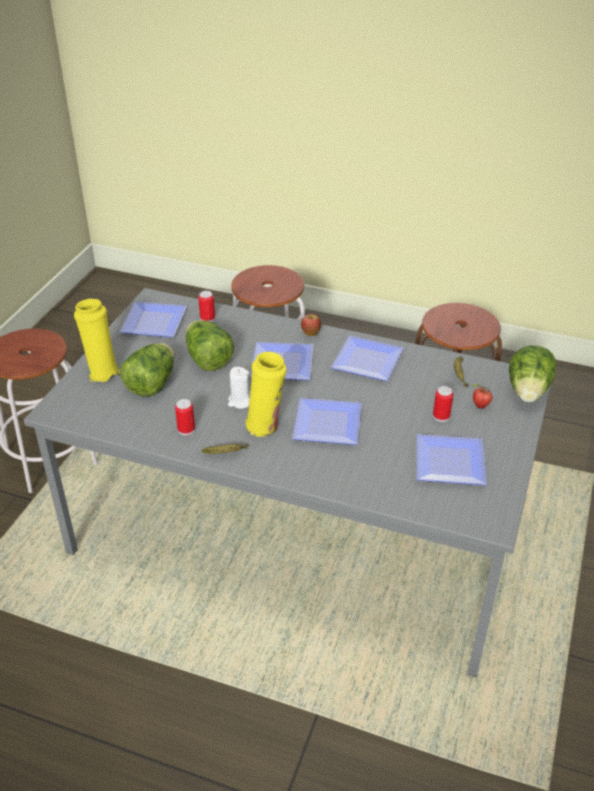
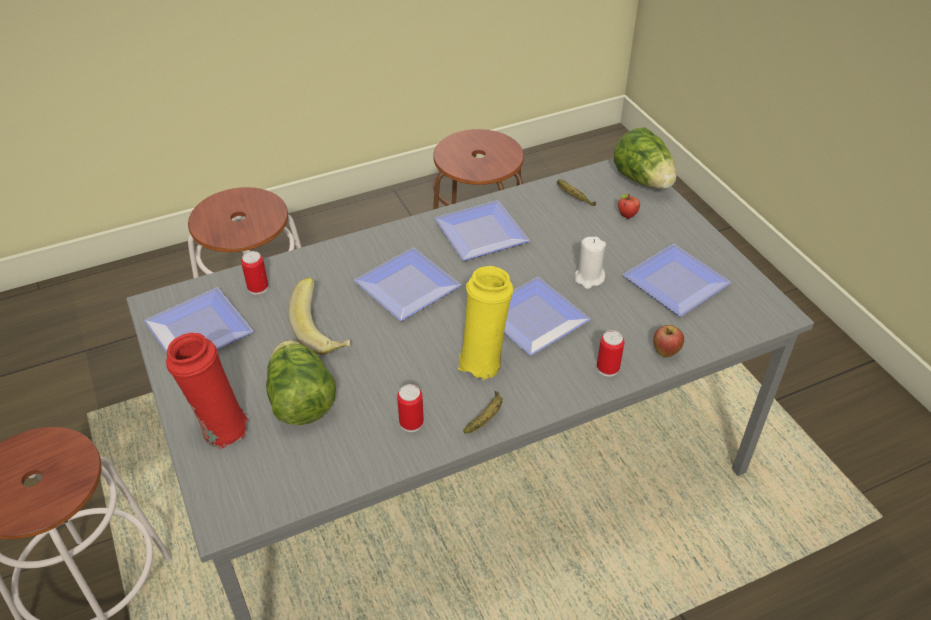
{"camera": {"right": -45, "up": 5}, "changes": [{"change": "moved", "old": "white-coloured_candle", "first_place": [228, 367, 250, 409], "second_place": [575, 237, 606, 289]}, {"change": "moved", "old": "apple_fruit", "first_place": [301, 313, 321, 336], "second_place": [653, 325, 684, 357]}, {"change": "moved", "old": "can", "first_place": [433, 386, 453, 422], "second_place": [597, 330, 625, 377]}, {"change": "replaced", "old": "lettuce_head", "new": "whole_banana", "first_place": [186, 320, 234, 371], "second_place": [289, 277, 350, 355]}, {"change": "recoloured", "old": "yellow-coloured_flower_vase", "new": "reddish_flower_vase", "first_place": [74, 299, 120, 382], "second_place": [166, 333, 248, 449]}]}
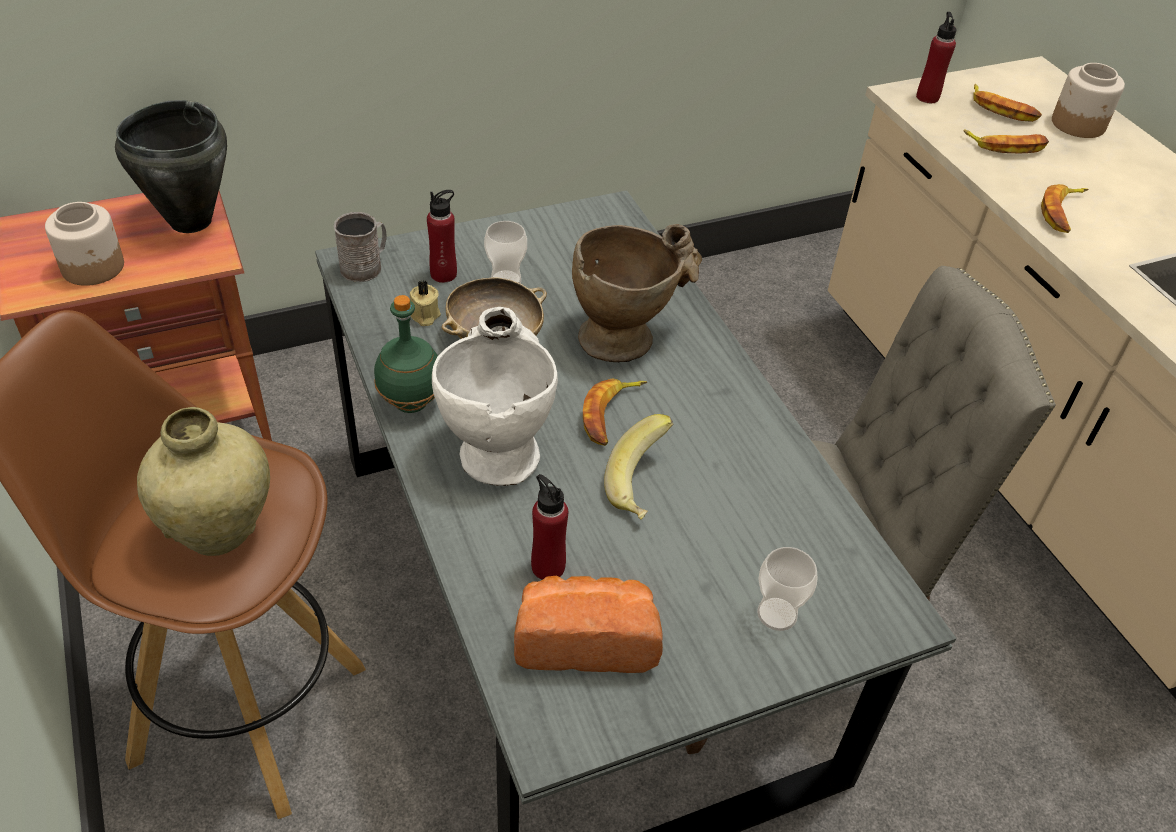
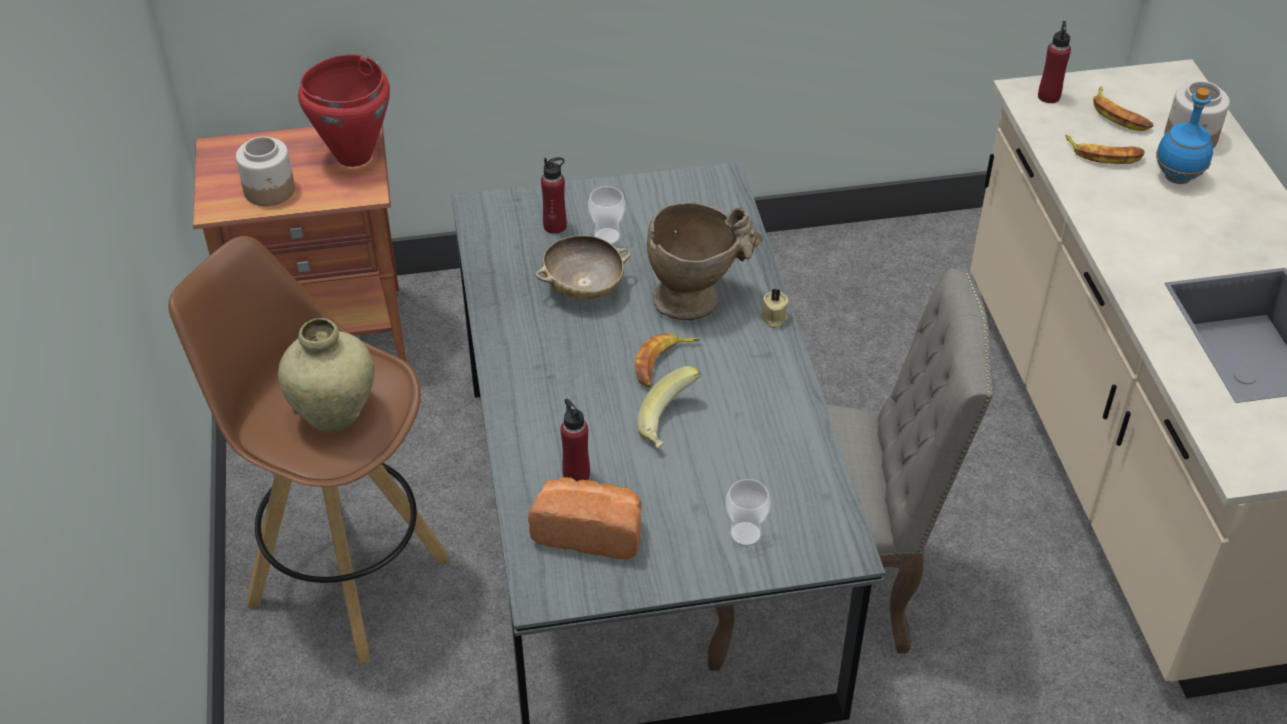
{"camera": {"right": 15, "up": 0}, "changes": [{"change": "removed", "old": "gray_tea_mug", "first_place": [334, 212, 387, 282]}, {"change": "removed", "old": "green-coloured_beverage_bottle", "first_place": [374, 295, 438, 413]}, {"change": "removed", "old": "white-coloured_flower_vase", "first_place": [432, 307, 558, 486]}, {"change": "removed", "old": "whole_banana", "first_place": [1041, 184, 1089, 233]}, {"change": "added", "new": "bluish_beverage_bottle", "second_place": [1156, 88, 1213, 184]}, {"change": "moved", "old": "beige_candle", "first_place": [410, 280, 441, 326], "second_place": [760, 289, 788, 328]}, {"change": "recoloured", "old": "black-coloured_stockpot", "new": "reddish_stockpot", "first_place": [115, 100, 227, 233], "second_place": [298, 54, 390, 167]}]}
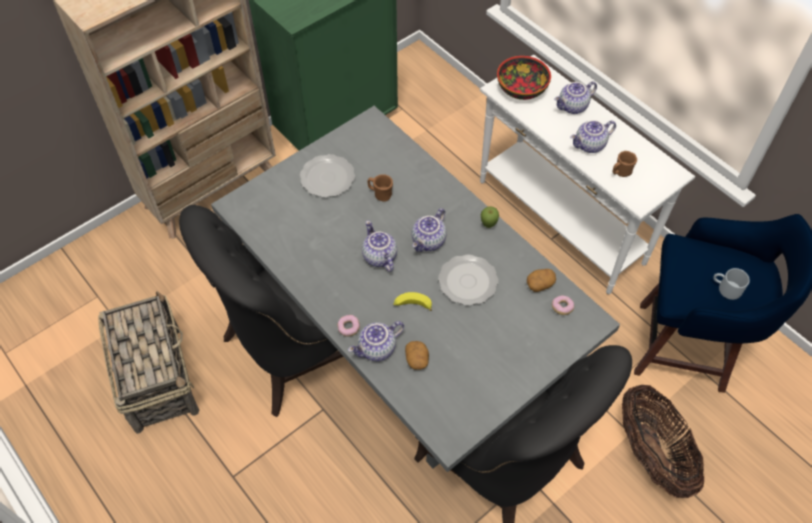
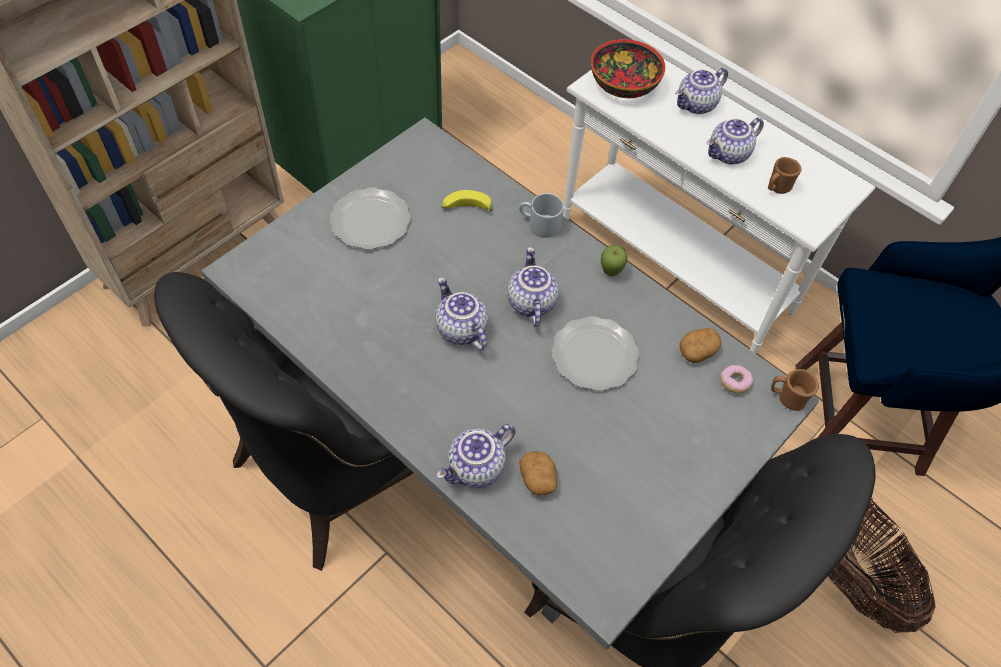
{"camera": {"right": -10, "up": 0}, "changes": [{"change": "removed", "old": "household_basket", "first_place": [98, 291, 199, 434]}, {"change": "removed", "old": "doughnut", "first_place": [337, 315, 360, 336]}, {"change": "moved", "old": "brownish_tea_mug", "first_place": [367, 174, 393, 201], "second_place": [771, 369, 819, 411]}, {"change": "moved", "old": "whole_banana", "first_place": [393, 292, 432, 311], "second_place": [441, 190, 492, 211]}, {"change": "moved", "old": "gray_tea_mug", "first_place": [713, 268, 750, 300], "second_place": [519, 193, 564, 238]}, {"change": "turned", "old": "teapot", "first_place": [411, 208, 447, 252], "second_place": [507, 247, 559, 326], "degrees": 150}]}
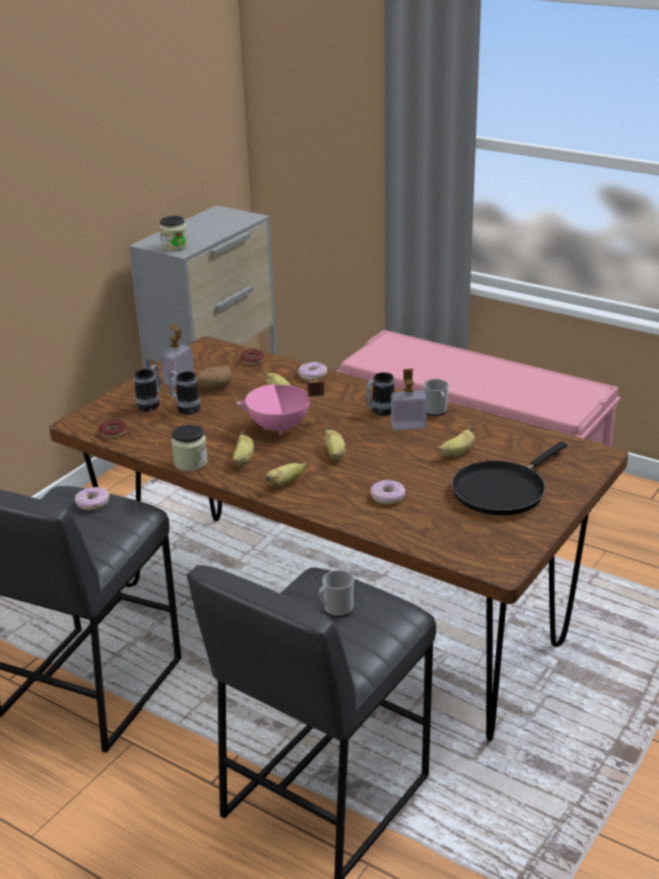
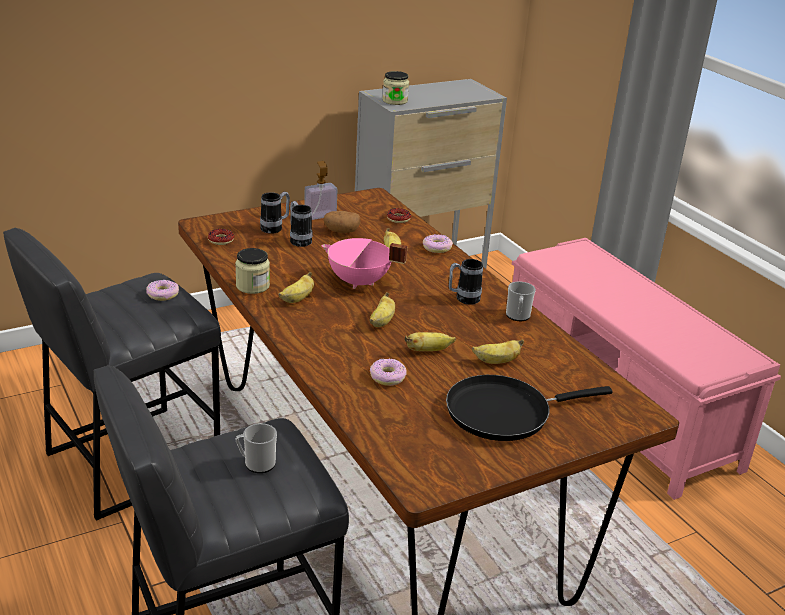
{"camera": {"right": 25, "up": 0}, "changes": [{"change": "removed", "old": "soap_dispenser", "first_place": [391, 368, 427, 431]}, {"change": "moved", "old": "whole_banana", "first_place": [266, 463, 307, 487], "second_place": [404, 332, 456, 351]}]}
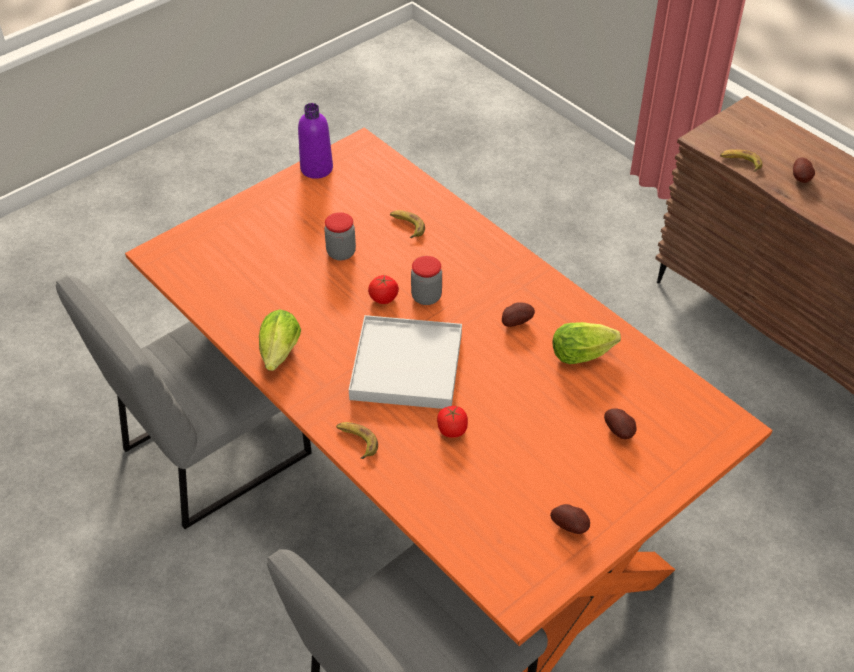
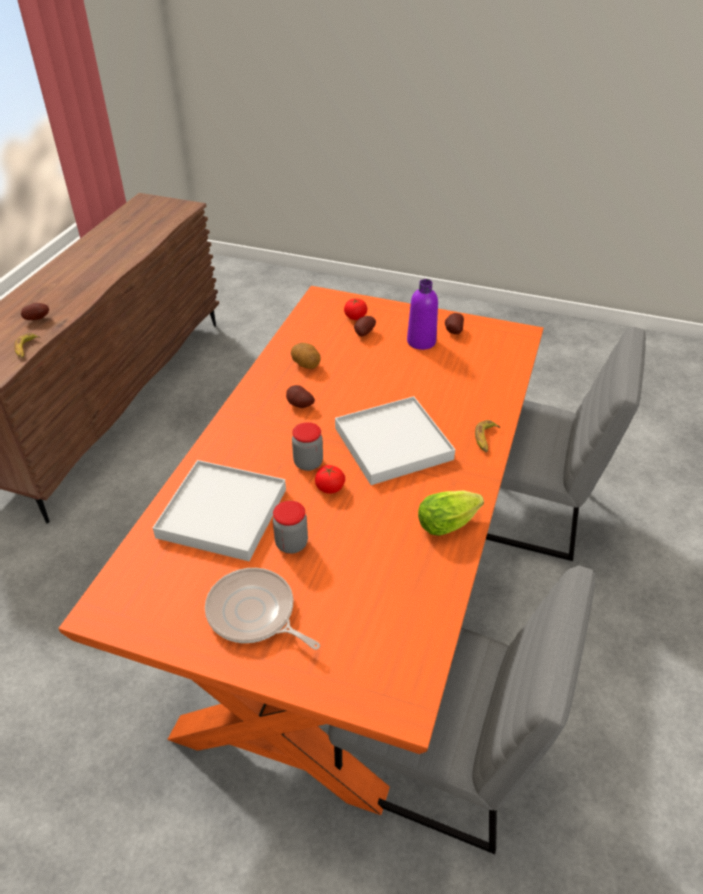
{"camera": {"right": -120, "up": -5}, "changes": [{"change": "added", "new": "frying_pan", "second_place": [205, 568, 320, 650]}, {"change": "moved", "old": "purplish_beverage_bottle", "first_place": [298, 103, 333, 179], "second_place": [407, 279, 438, 350]}, {"change": "moved", "old": "fresh_tomato", "first_place": [437, 406, 468, 438], "second_place": [344, 299, 367, 320]}, {"change": "replaced", "old": "whole_banana", "new": "white-coloured_tray", "first_place": [390, 210, 425, 238], "second_place": [153, 460, 286, 561]}, {"change": "replaced", "old": "lettuce_head", "new": "whole_potato", "first_place": [552, 322, 621, 364], "second_place": [291, 343, 321, 369]}]}
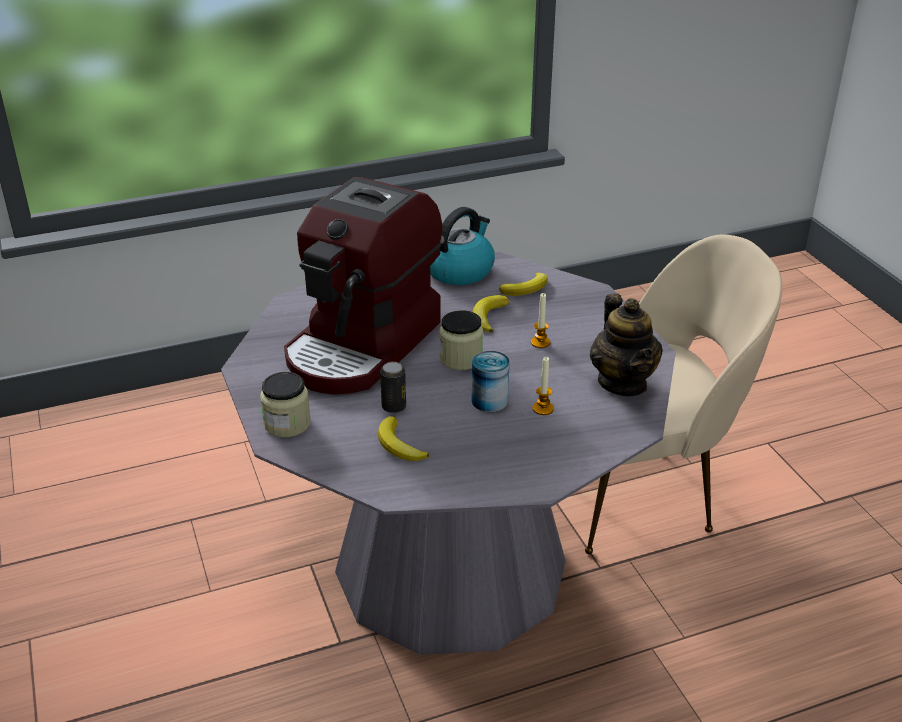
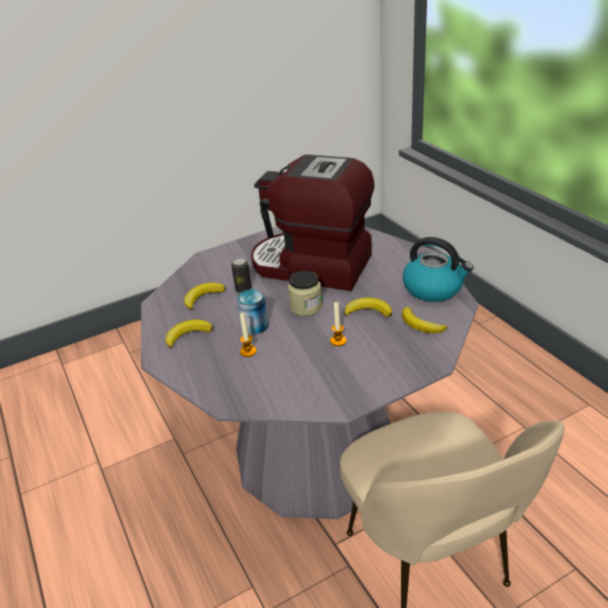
{"camera": {"right": 85, "up": 0}, "changes": [{"change": "removed", "old": "jar", "first_place": [260, 372, 311, 437]}, {"change": "removed", "old": "teapot", "first_place": [590, 293, 663, 396]}, {"change": "added", "new": "whole_banana", "second_place": [165, 319, 213, 349]}]}
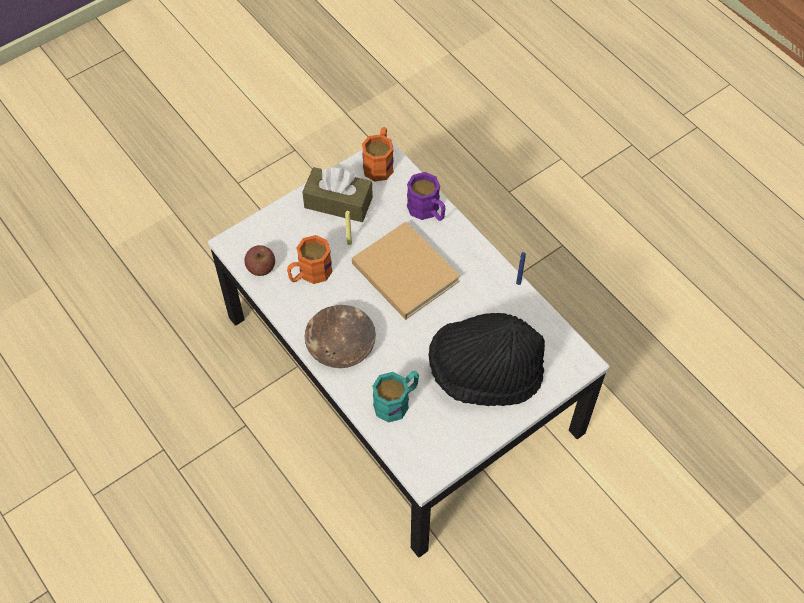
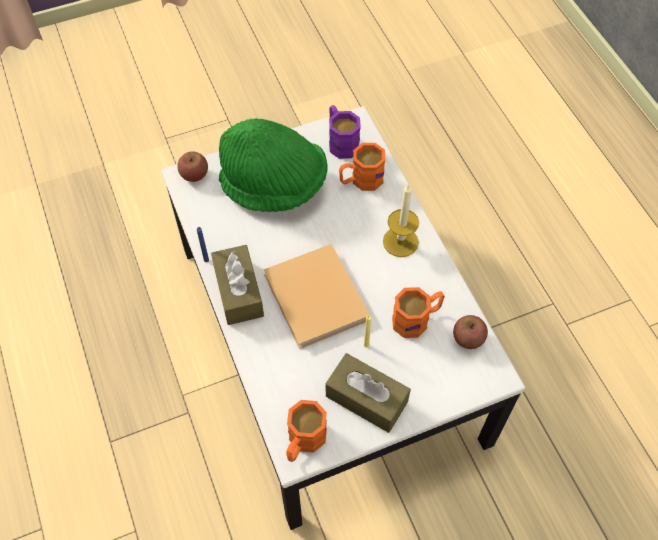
{"camera": {"right": -165, "up": 0}, "changes": [{"change": "added", "new": "apple_fruit", "second_place": [177, 152, 208, 182]}, {"change": "added", "new": "brownish_tissue_holder", "second_place": [211, 245, 264, 325]}, {"change": "moved", "old": "purplish_tea_mug", "first_place": [407, 172, 445, 221], "second_place": [329, 105, 361, 159]}, {"change": "replaced", "old": "brownish_serving_bowl", "new": "candle", "first_place": [305, 305, 376, 368], "second_place": [383, 183, 419, 257]}, {"change": "recoloured", "old": "turquoise-coloured_tea_mug", "new": "orange_tea_mug", "first_place": [372, 371, 419, 422], "second_place": [339, 143, 386, 191]}, {"change": "recoloured", "old": "black-coloured_clothing_hat", "new": "green-coloured_clothing_hat", "first_place": [428, 313, 545, 406], "second_place": [219, 118, 328, 212]}]}
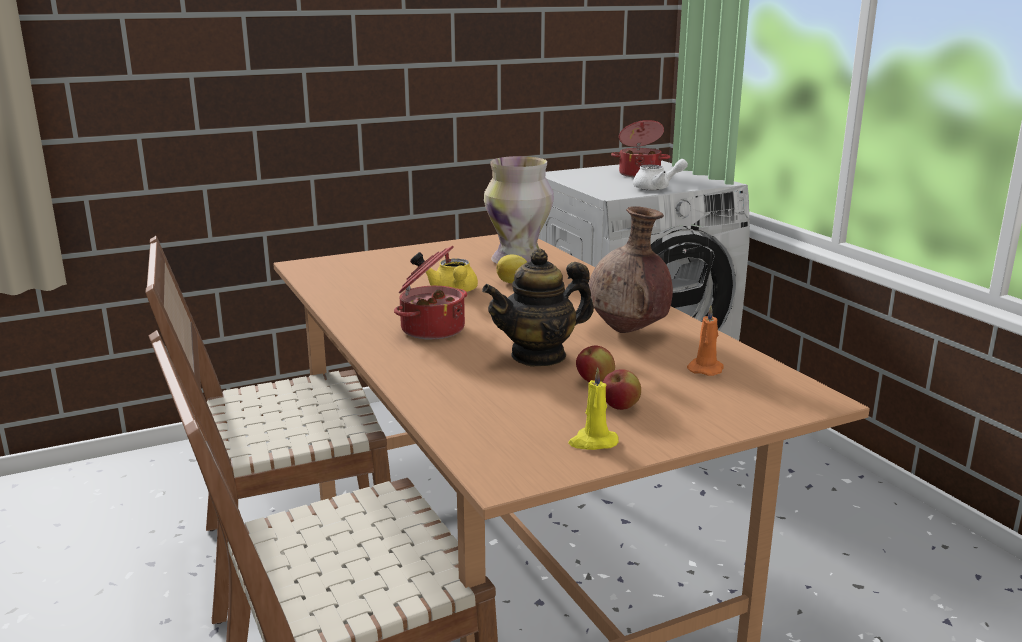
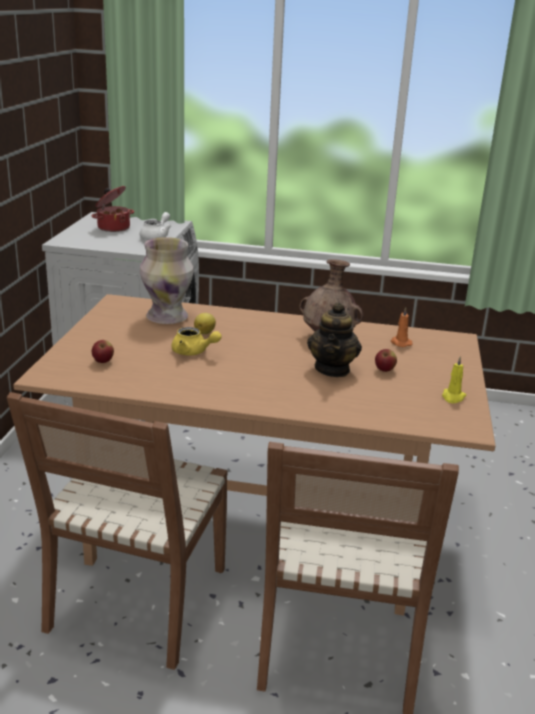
{"camera": {"right": -55, "up": 5}, "changes": [{"change": "removed", "old": "stockpot", "first_place": [394, 246, 467, 340]}, {"change": "moved", "old": "apple_fruit", "first_place": [603, 369, 641, 410], "second_place": [92, 340, 114, 363]}]}
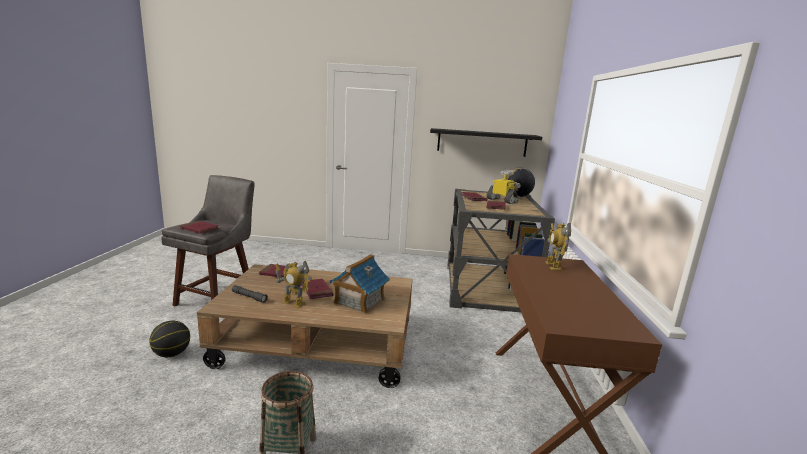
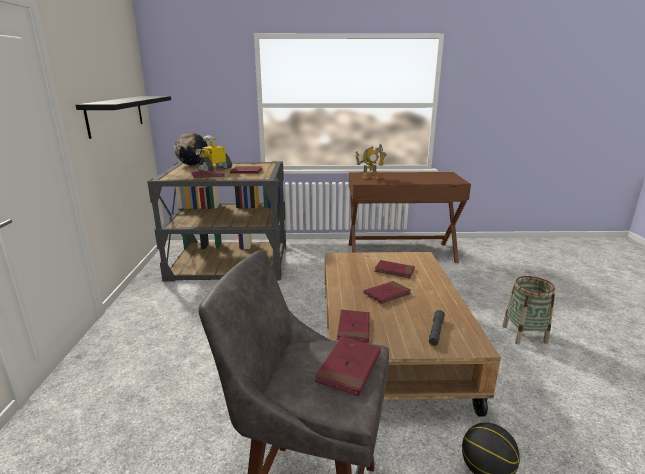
{"camera": {"right": -95, "up": 5}, "changes": [{"change": "removed", "old": "model_robot", "first_place": [275, 260, 312, 308]}, {"change": "replaced", "old": "toy_house", "new": "reddish_volume", "first_place": [329, 254, 390, 314], "second_place": [375, 260, 415, 278]}]}
